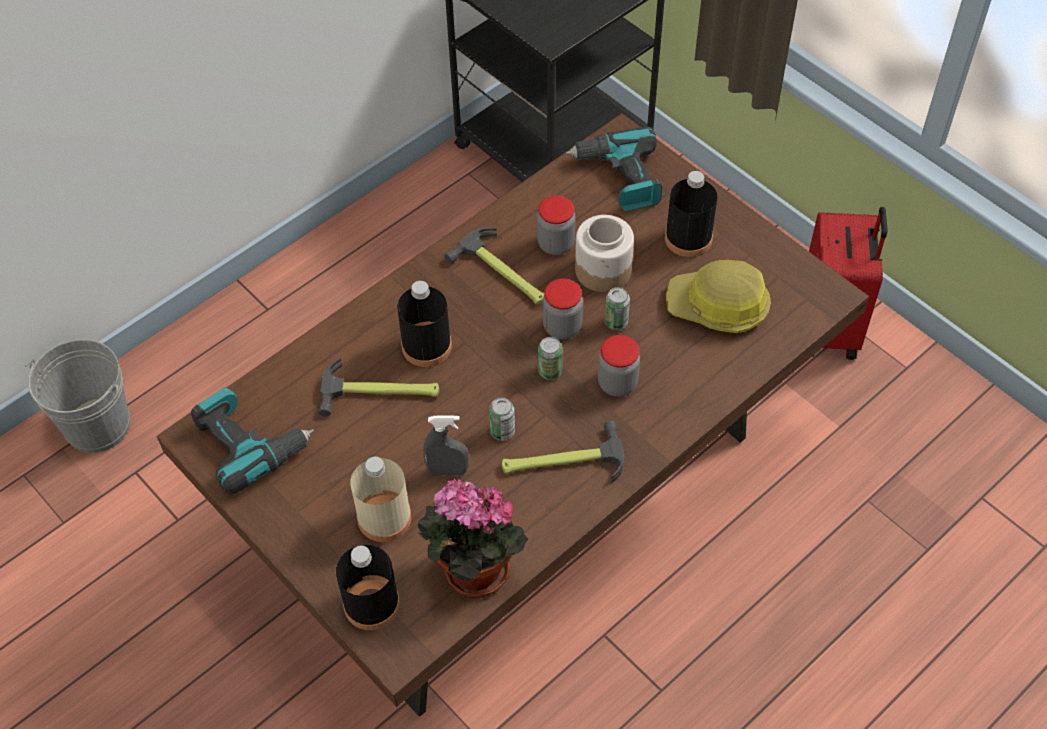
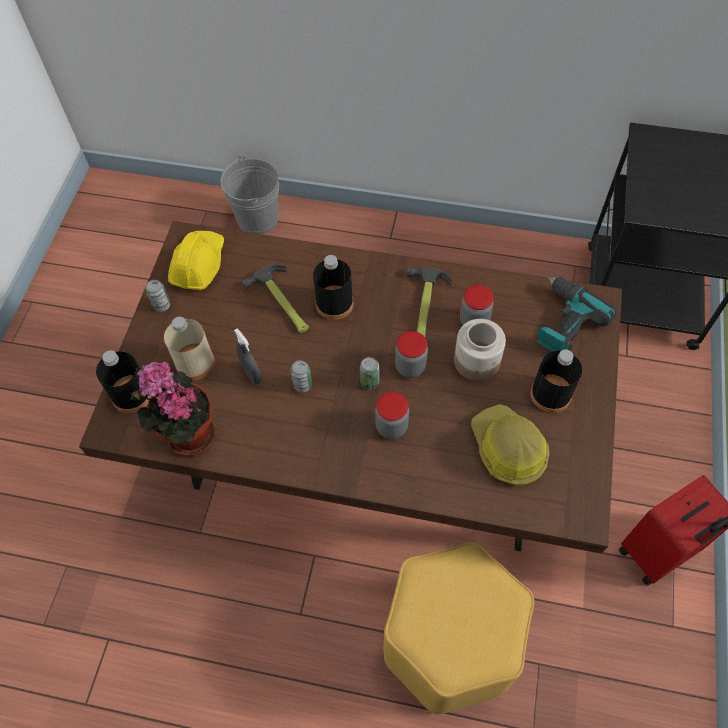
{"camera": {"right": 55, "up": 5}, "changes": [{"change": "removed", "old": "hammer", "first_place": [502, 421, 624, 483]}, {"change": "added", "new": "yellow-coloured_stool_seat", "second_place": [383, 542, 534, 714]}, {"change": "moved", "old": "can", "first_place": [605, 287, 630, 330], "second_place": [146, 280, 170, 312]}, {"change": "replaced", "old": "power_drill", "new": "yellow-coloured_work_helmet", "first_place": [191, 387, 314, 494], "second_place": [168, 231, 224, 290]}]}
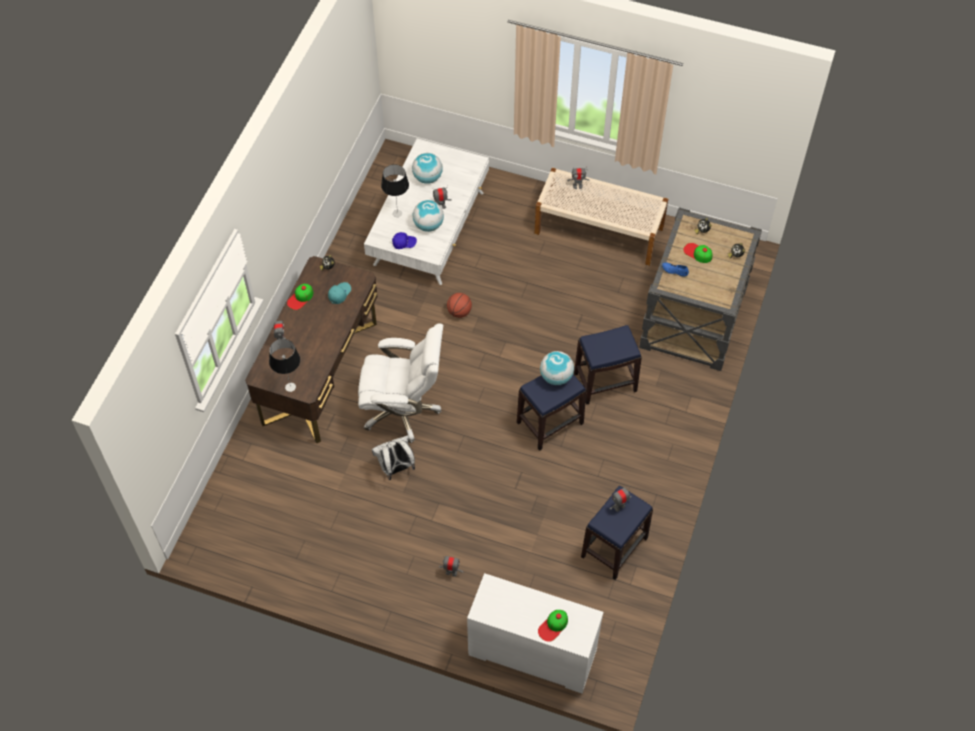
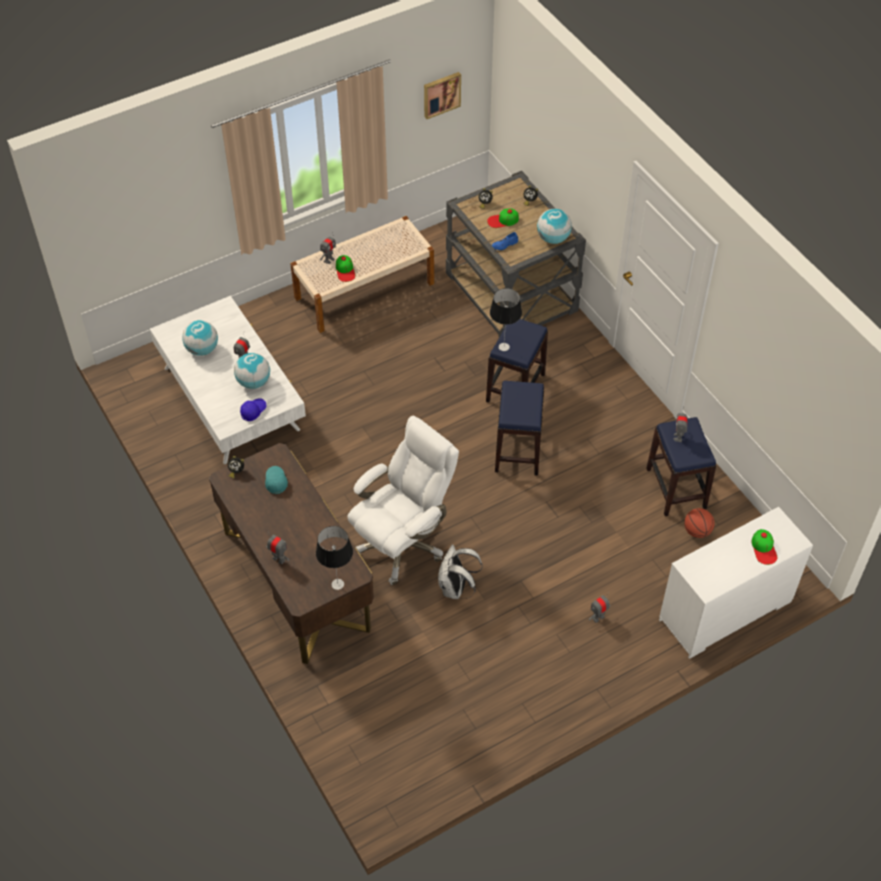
{"camera": {"right": -50, "up": -5}, "changes": [{"change": "added", "new": "wall_picture", "second_place": [424, 72, 461, 119]}, {"change": "moved", "old": "peaked_cap", "first_place": [287, 284, 313, 310], "second_place": [336, 255, 356, 282]}, {"change": "moved", "old": "tabletop_lamp", "first_place": [381, 164, 409, 217], "second_place": [490, 288, 522, 351]}, {"change": "moved", "old": "basketball_ball", "first_place": [447, 293, 472, 318], "second_place": [684, 508, 715, 538]}, {"change": "moved", "old": "globe", "first_place": [540, 351, 574, 385], "second_place": [537, 209, 572, 244]}]}
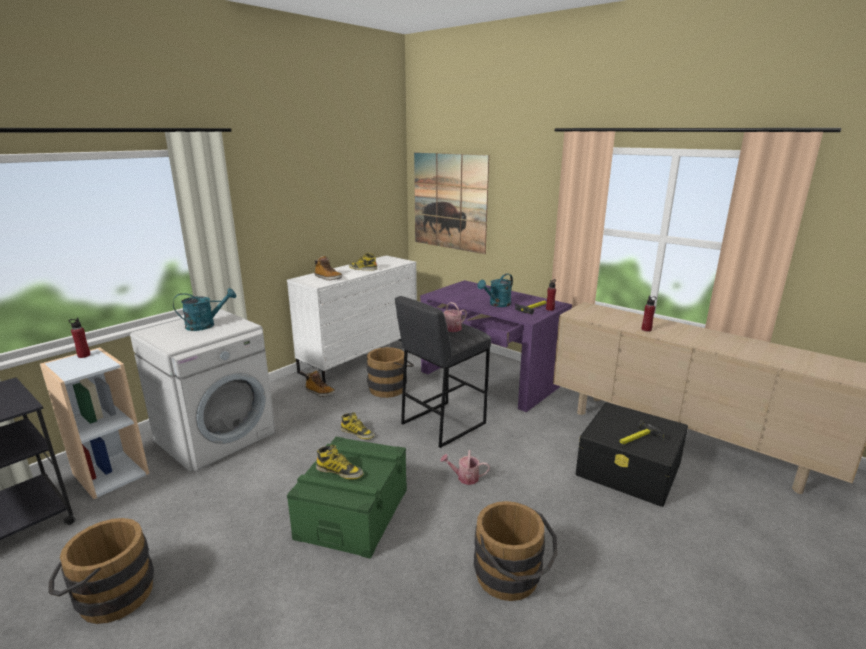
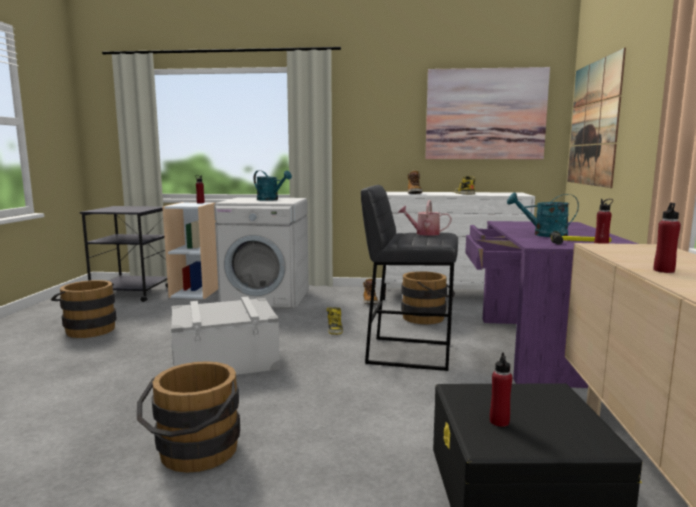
{"camera": {"right": 55, "up": -10}, "changes": [{"change": "removed", "old": "tall_boot", "first_place": [316, 445, 364, 479]}, {"change": "removed", "old": "sprinkling_can", "first_place": [440, 450, 490, 485]}, {"change": "added", "new": "wall_picture", "second_place": [425, 67, 550, 159]}, {"change": "replaced", "old": "hammer", "new": "reddish_beverage_bottle", "first_place": [619, 421, 664, 444], "second_place": [490, 352, 512, 427]}, {"change": "recoloured", "old": "green-coloured_storage_bin", "new": "gray_storage_bin", "first_place": [287, 437, 407, 559], "second_place": [171, 297, 280, 375]}]}
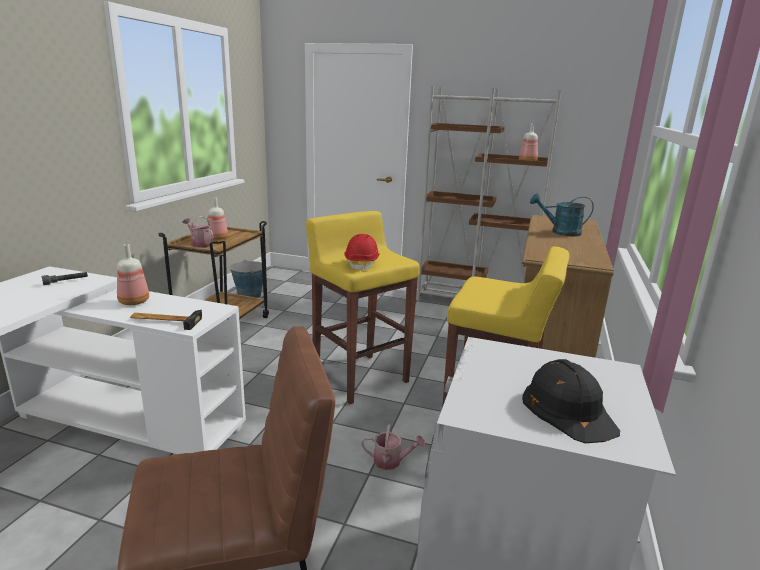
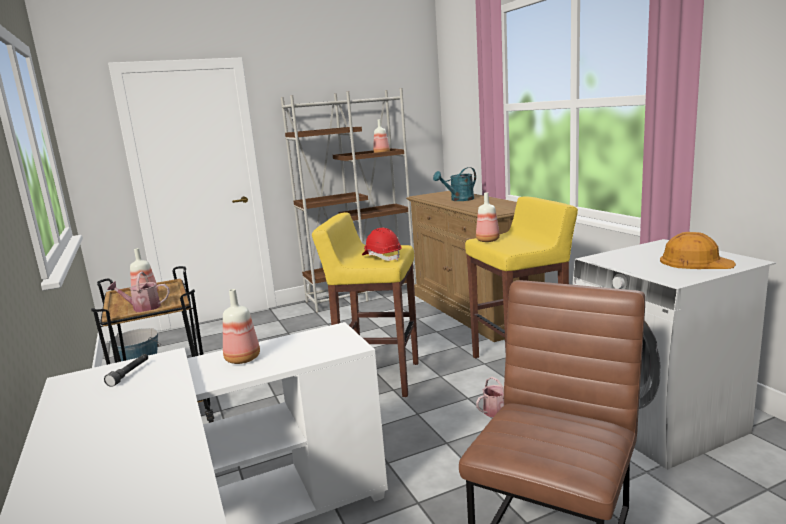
{"camera": {"right": -40, "up": -5}, "changes": [{"change": "removed", "old": "hammer", "first_place": [130, 310, 202, 330]}, {"change": "added", "new": "beverage_bottle", "second_place": [476, 192, 500, 242]}, {"change": "recoloured", "old": "black-coloured_work_helmet", "new": "orange_work_helmet", "first_place": [522, 359, 620, 443], "second_place": [660, 232, 736, 269]}]}
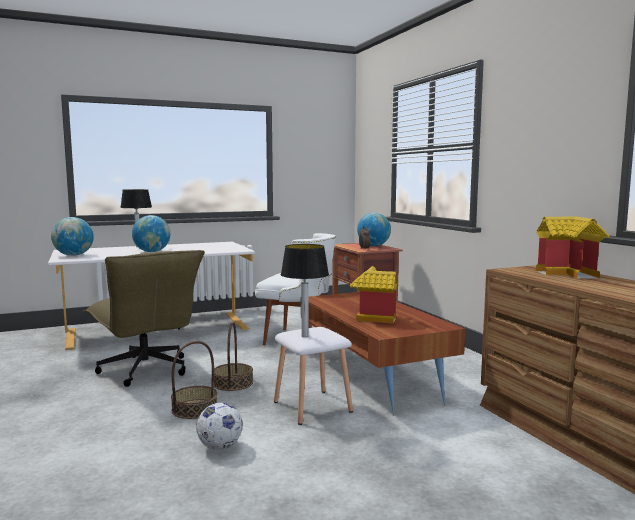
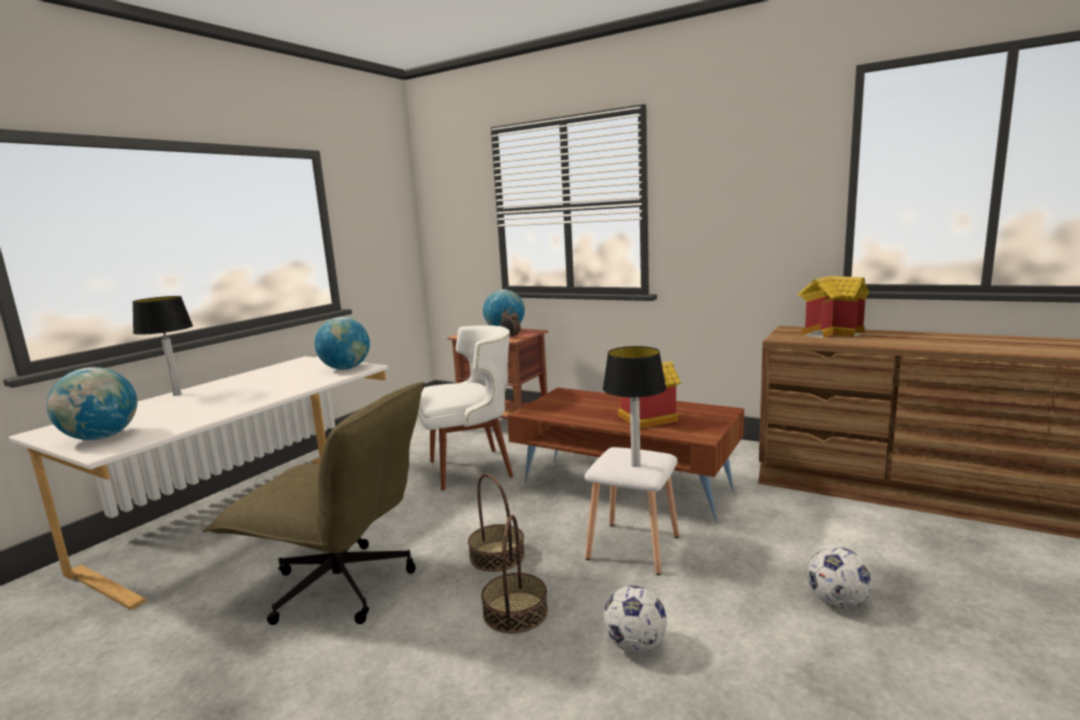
{"camera": {"right": -35, "up": 5}, "changes": [{"change": "added", "new": "football", "second_place": [808, 547, 873, 609]}, {"change": "moved", "old": "globe", "first_place": [132, 215, 170, 252], "second_place": [315, 317, 370, 370]}]}
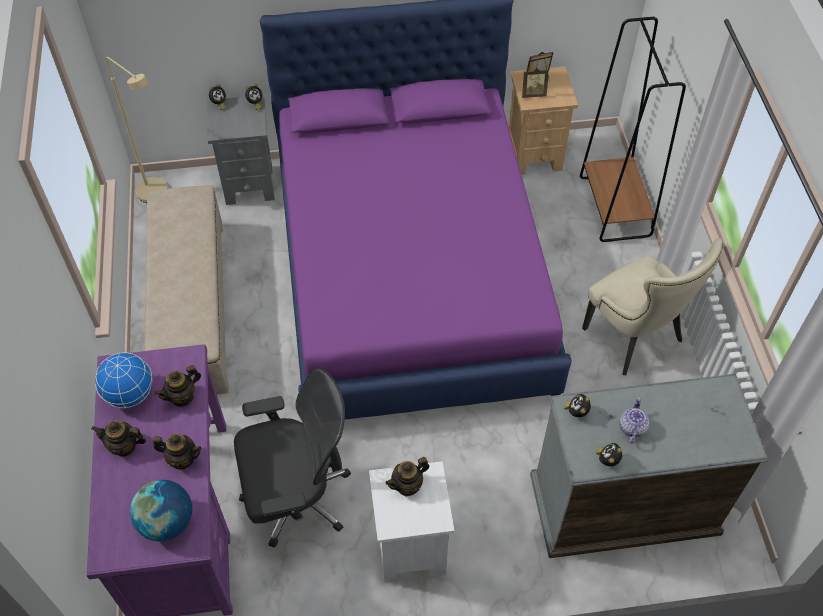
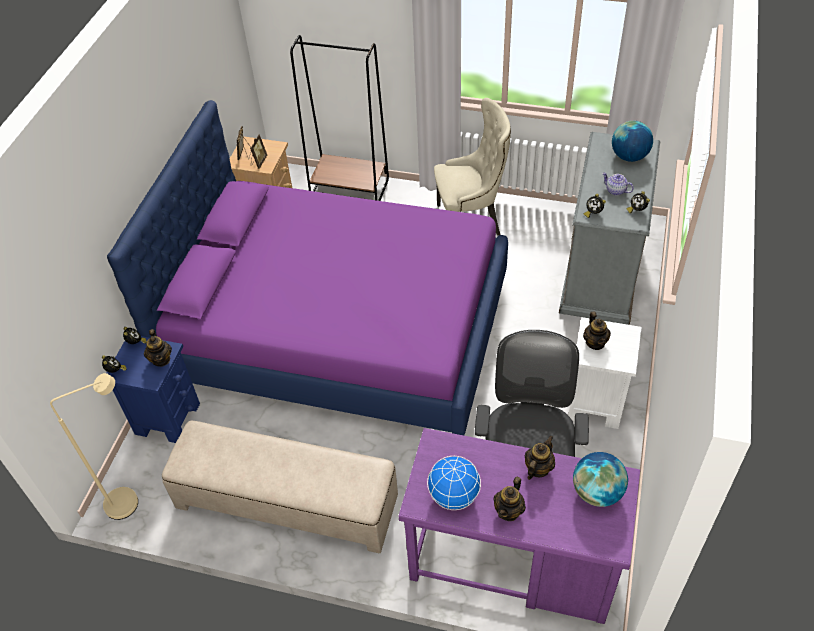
{"camera": {"right": -65, "up": -5}, "changes": [{"change": "added", "new": "globe", "second_place": [612, 121, 653, 162]}, {"change": "moved", "old": "teapot", "first_place": [154, 365, 201, 407], "second_place": [144, 329, 172, 367]}, {"change": "recoloured", "old": "gray_nightstand", "new": "bluish_nightstand", "first_place": [207, 95, 275, 205], "second_place": [107, 336, 200, 443]}]}
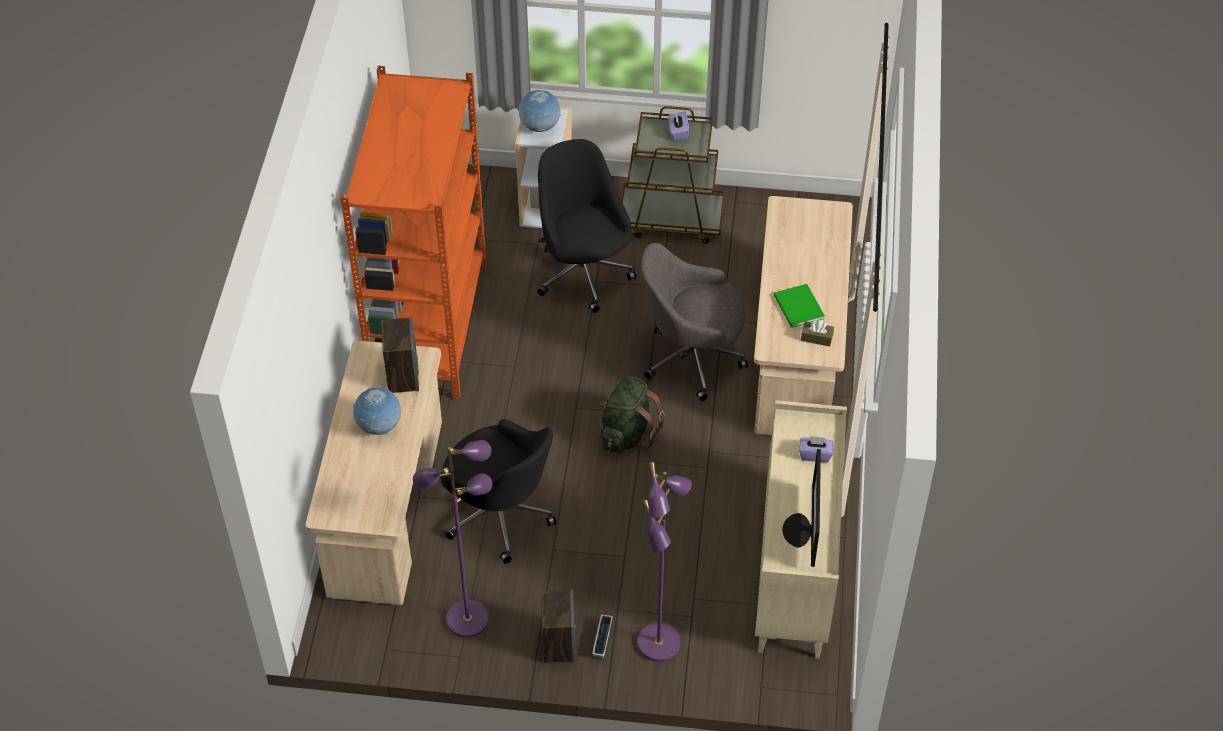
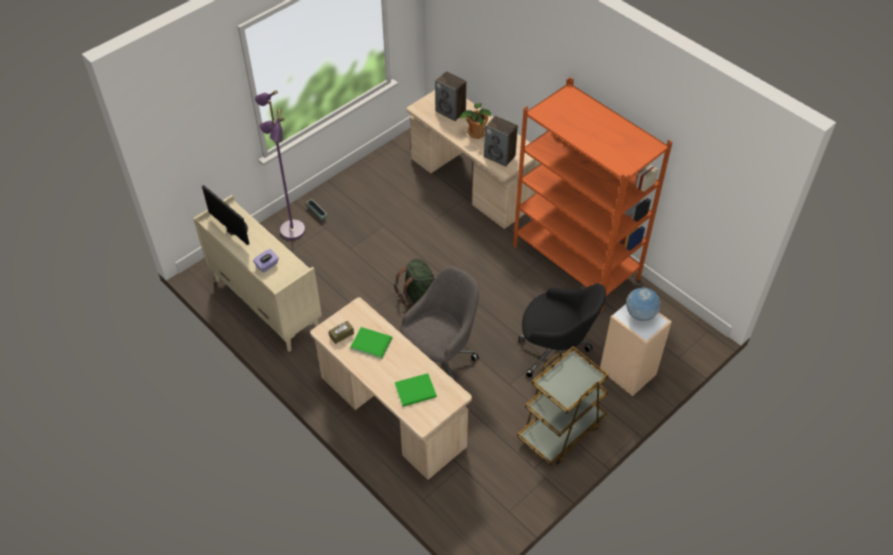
{"camera": {"right": 130, "up": 0}, "changes": [{"change": "removed", "old": "purplish_standing_lamp", "first_place": [413, 440, 492, 638]}, {"change": "removed", "old": "black-coloured_office_chair", "first_place": [441, 419, 556, 564]}, {"change": "removed", "old": "purplish_tissue_holder", "first_place": [668, 111, 689, 140]}, {"change": "added", "new": "green-coloured_volume", "second_place": [395, 373, 437, 407]}, {"change": "moved", "old": "audio_speaker", "first_place": [541, 589, 576, 663], "second_place": [435, 71, 467, 121]}, {"change": "replaced", "old": "globe", "new": "plant_in_a_pot", "first_place": [353, 386, 401, 435], "second_place": [460, 103, 491, 139]}]}
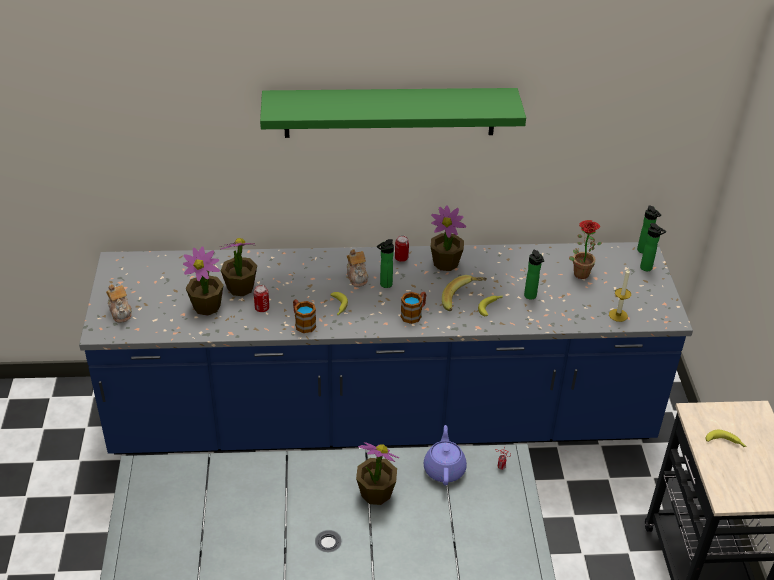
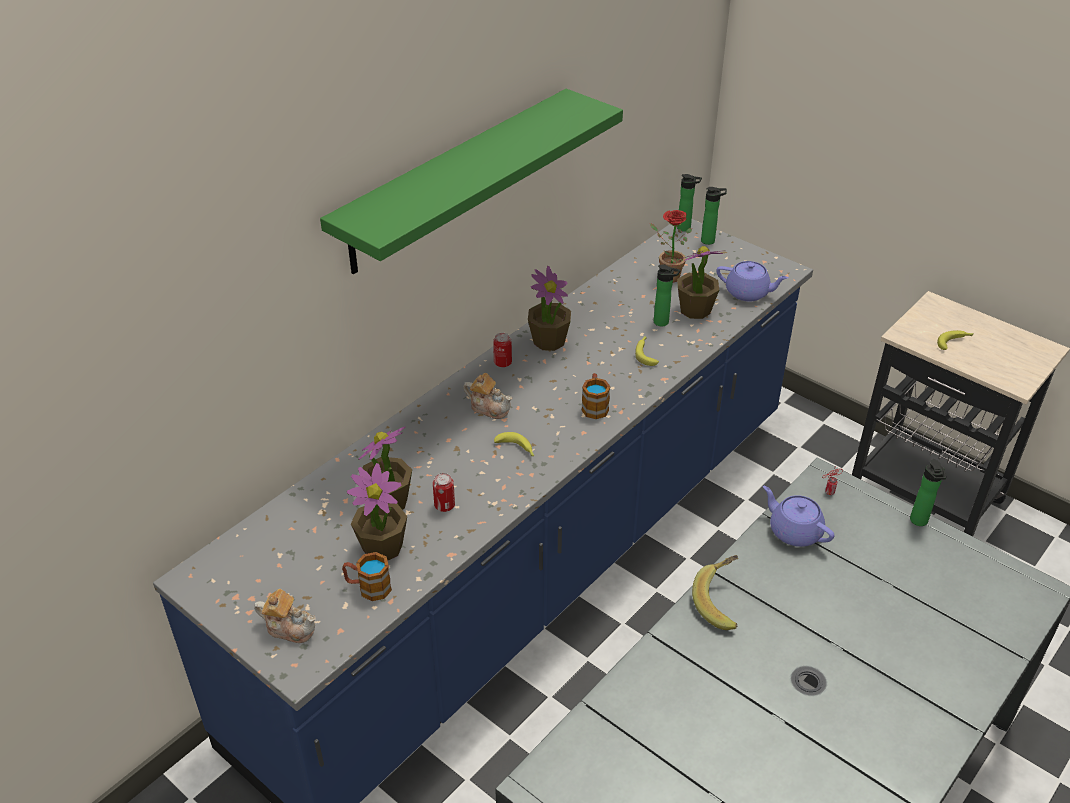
{"camera": {"right": -45, "up": 0}, "changes": [{"change": "moved", "old": "tea_mug", "first_place": [293, 299, 316, 333], "second_place": [342, 552, 392, 601]}, {"change": "moved", "old": "plant_in_a_pot", "first_place": [356, 442, 399, 505], "second_place": [677, 246, 725, 319]}, {"change": "moved", "old": "beverage_bottle", "first_place": [377, 239, 394, 288], "second_place": [910, 459, 946, 526]}, {"change": "moved", "old": "whole_banana", "first_place": [442, 275, 487, 311], "second_place": [692, 555, 738, 630]}, {"change": "replaced", "old": "candle", "new": "purplish_teapot", "first_place": [609, 268, 631, 322], "second_place": [716, 261, 789, 301]}]}
